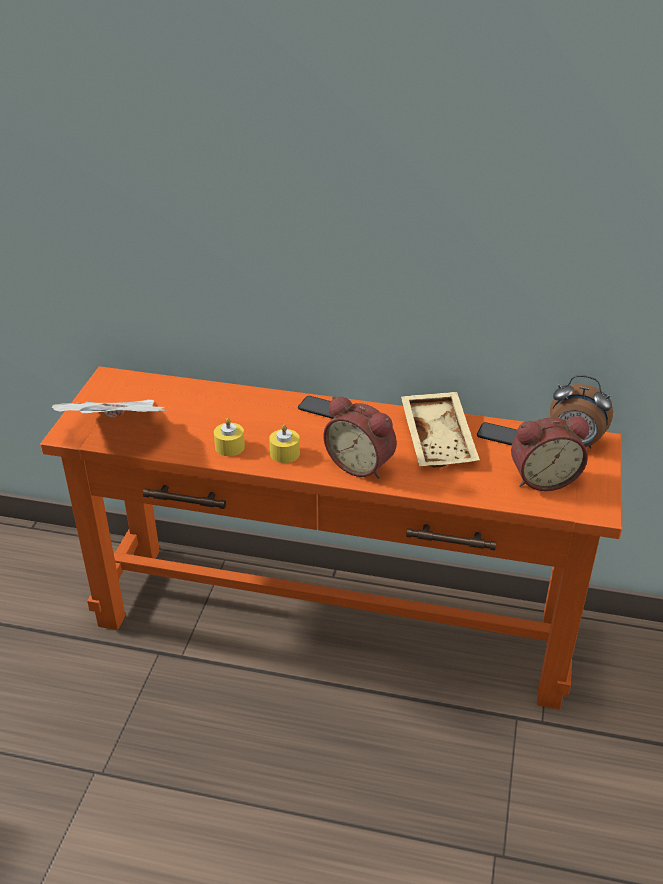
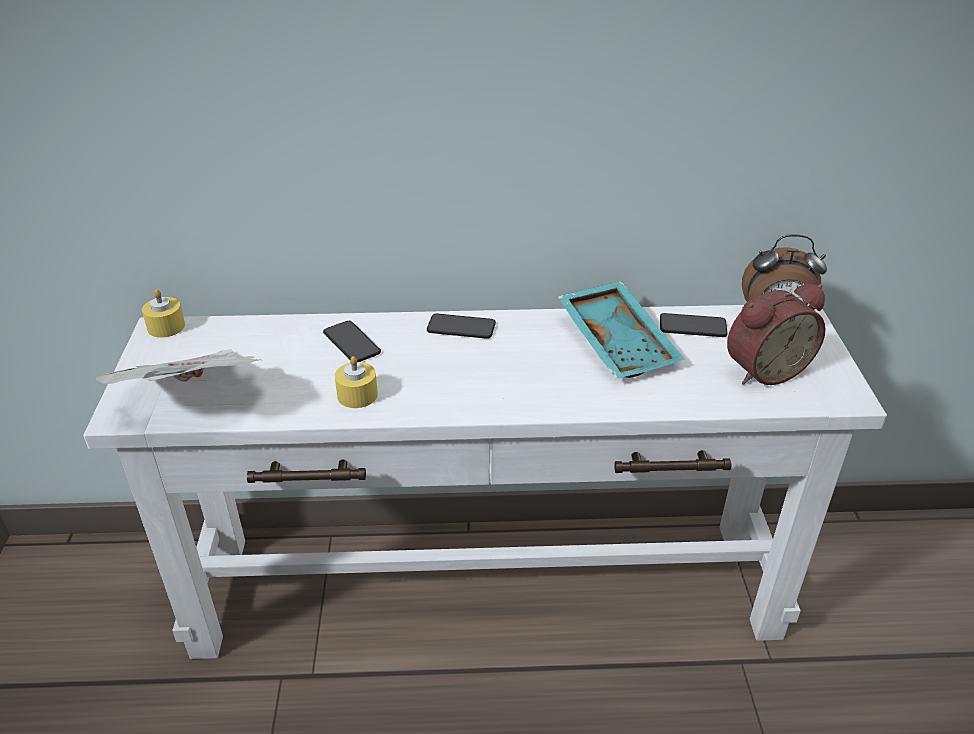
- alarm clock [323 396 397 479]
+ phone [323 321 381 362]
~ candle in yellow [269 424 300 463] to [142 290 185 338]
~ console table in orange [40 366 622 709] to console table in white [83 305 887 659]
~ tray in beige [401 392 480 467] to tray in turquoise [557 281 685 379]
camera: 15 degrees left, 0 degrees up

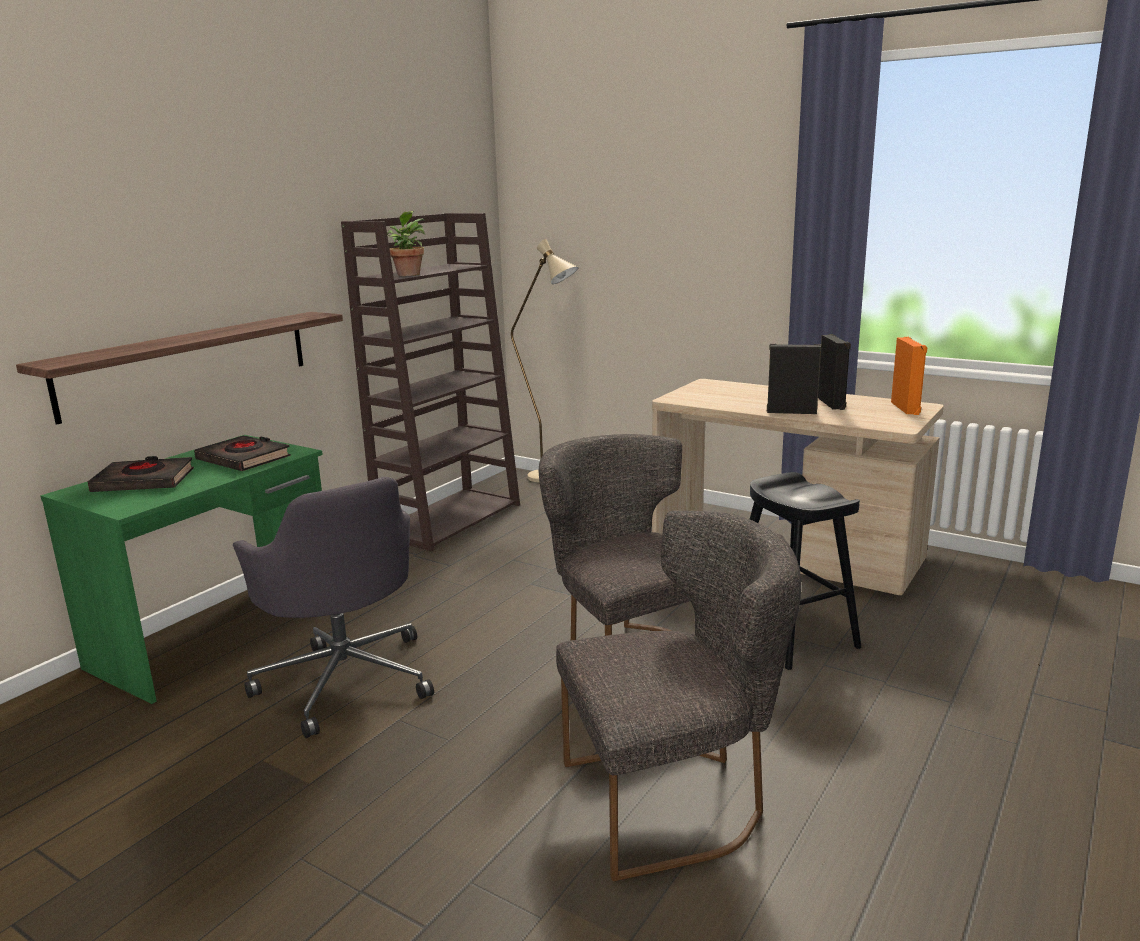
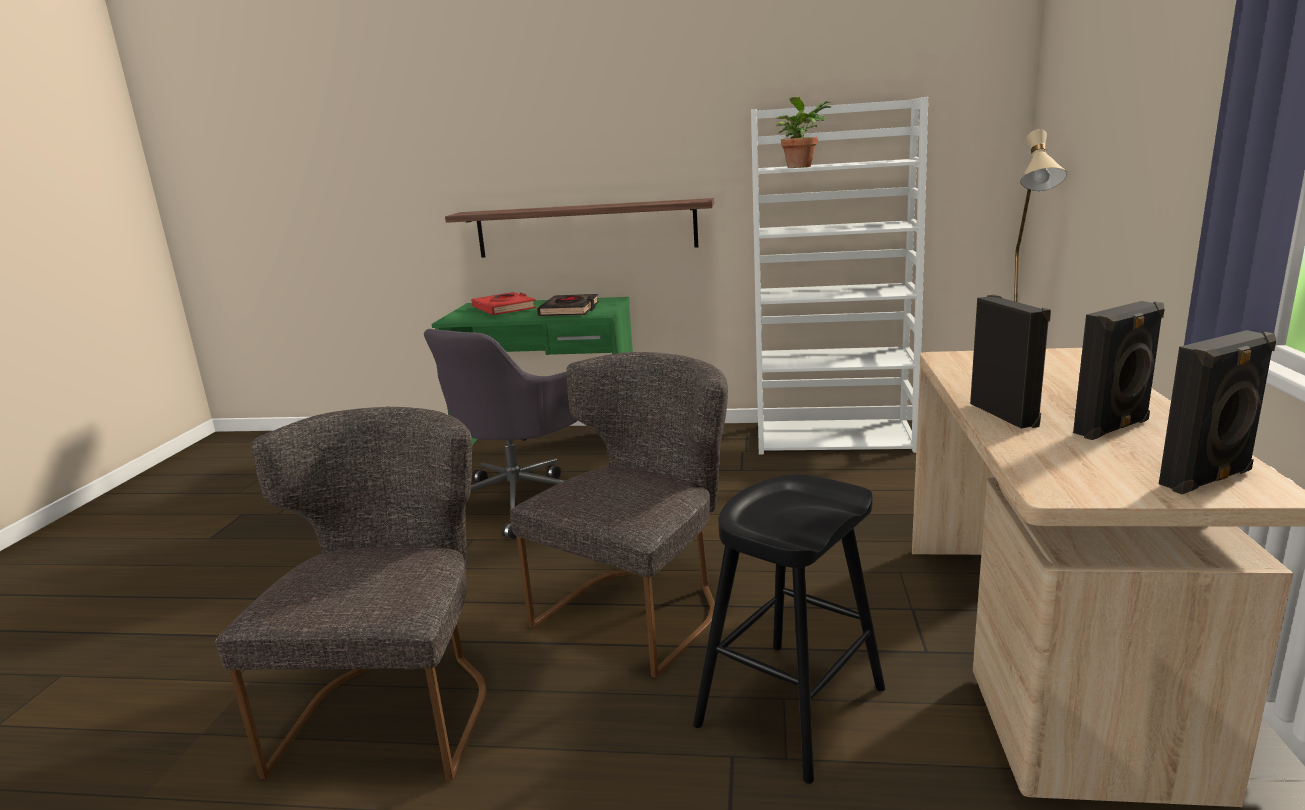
~ book in black [88 456 194 492] to book in red [472 292 536 315]
~ bookcase in brown [341 213 520 552] to bookcase in white [751 97 928 455]
~ speaker in orange [891 337 927 415] to speaker in black [1159 330 1276 494]
~ chair in grey [556 511 801 881] = [215 406 487 780] 135 degrees counterclockwise
camera: 65 degrees right, 0 degrees up

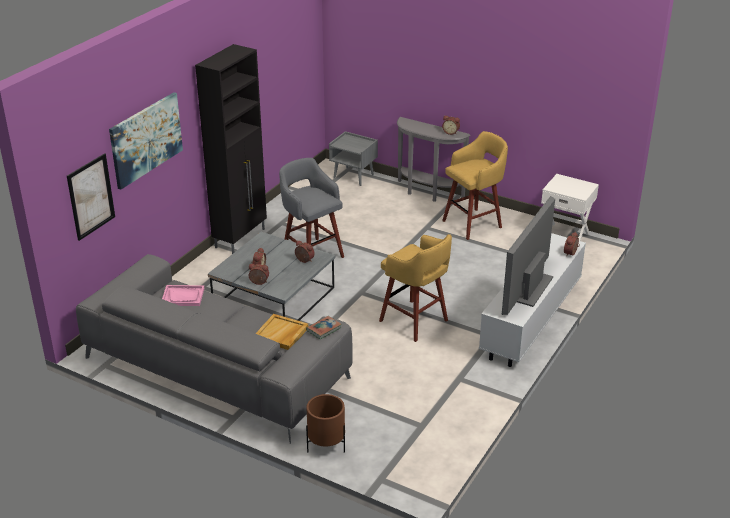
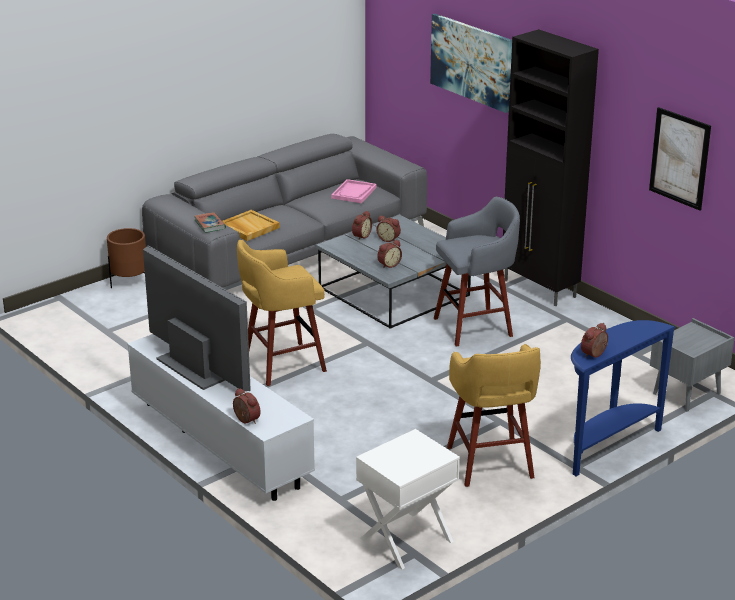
~ picture [67 153 115 241] to [649 107 711 211]
~ console table in grey [397 117 471 202] to console table in blue [571 320 675 476]
camera: 110 degrees right, 5 degrees down

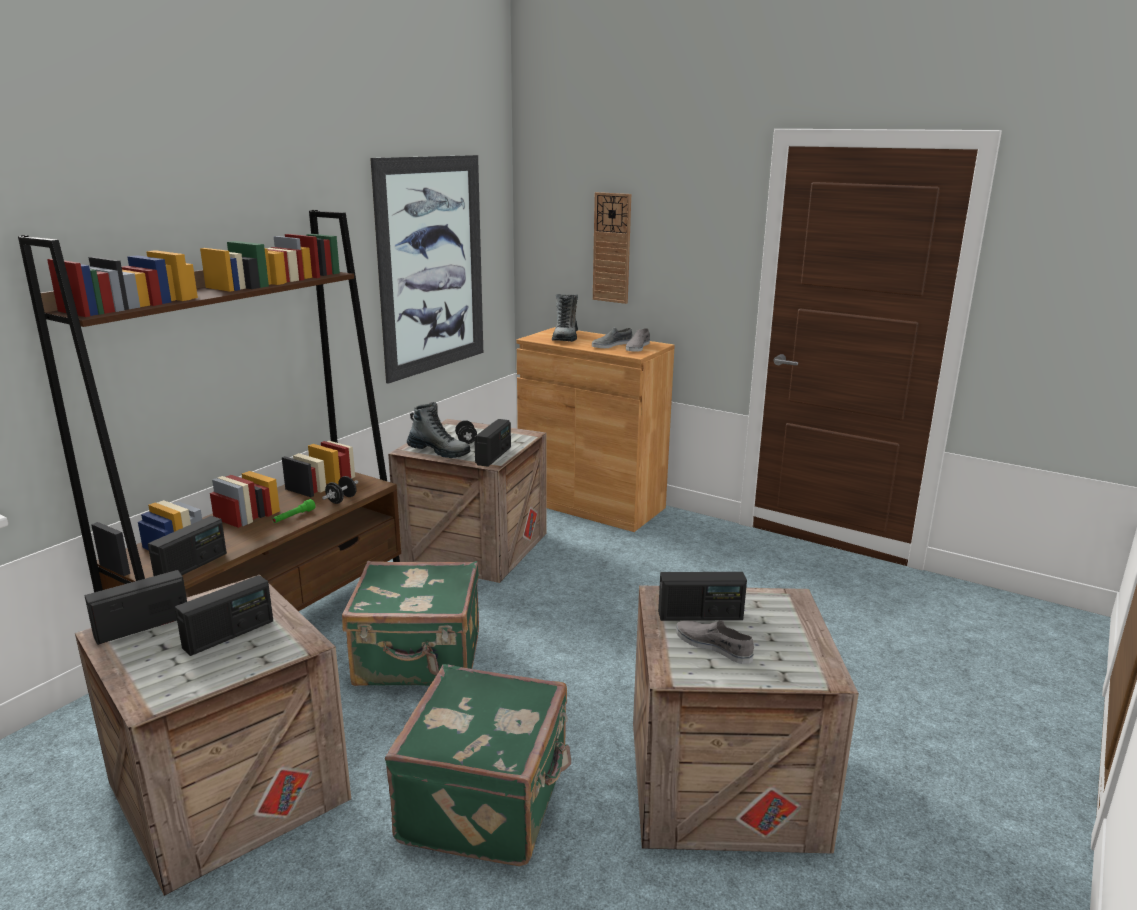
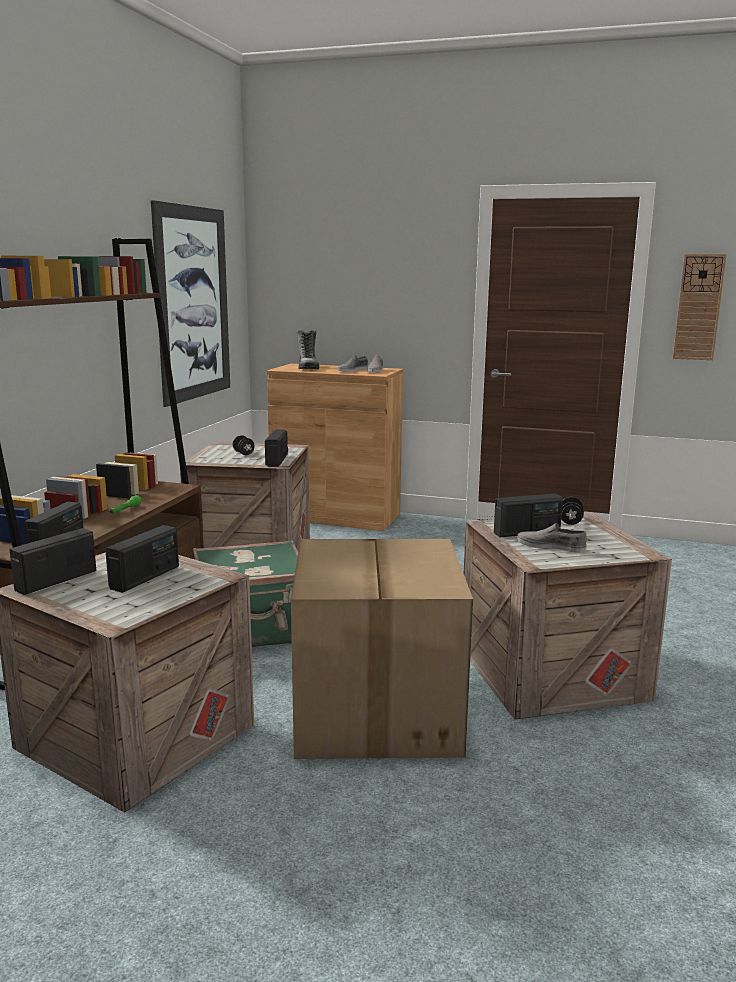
- boot [407 402 470 458]
~ dumbbell in black [322 476 358 504] to [561 497 584 525]
~ wall clock [593 192 631 304] to [673 254 727 360]
~ suitcase in green [385 664 571 866] to cardboard box [291 539 473 759]
camera: 15 degrees left, 5 degrees down

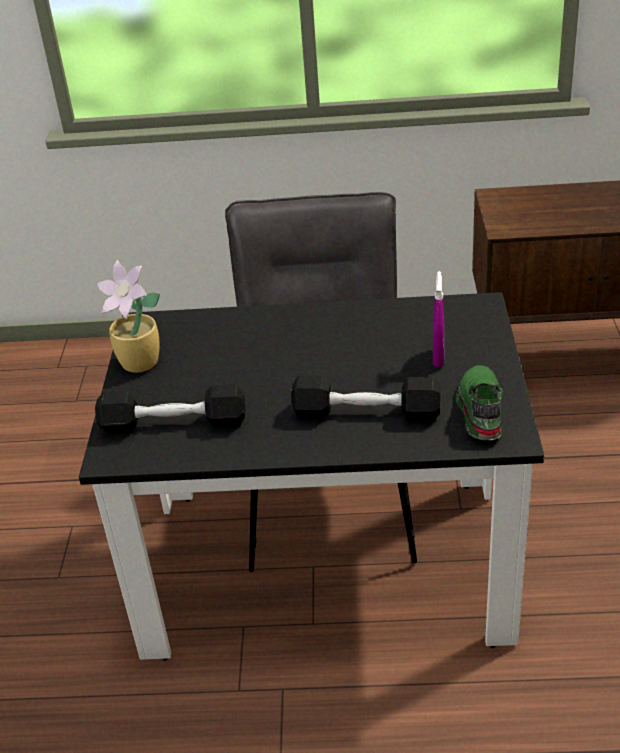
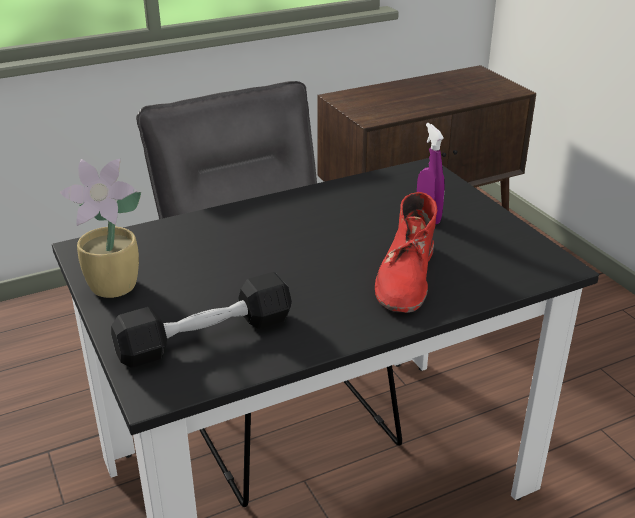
- shoe in green [456 365 503 440]
~ dumbbell in black [291 376 440 421] to boot in red [375 192 437 313]
camera: 30 degrees left, 5 degrees down

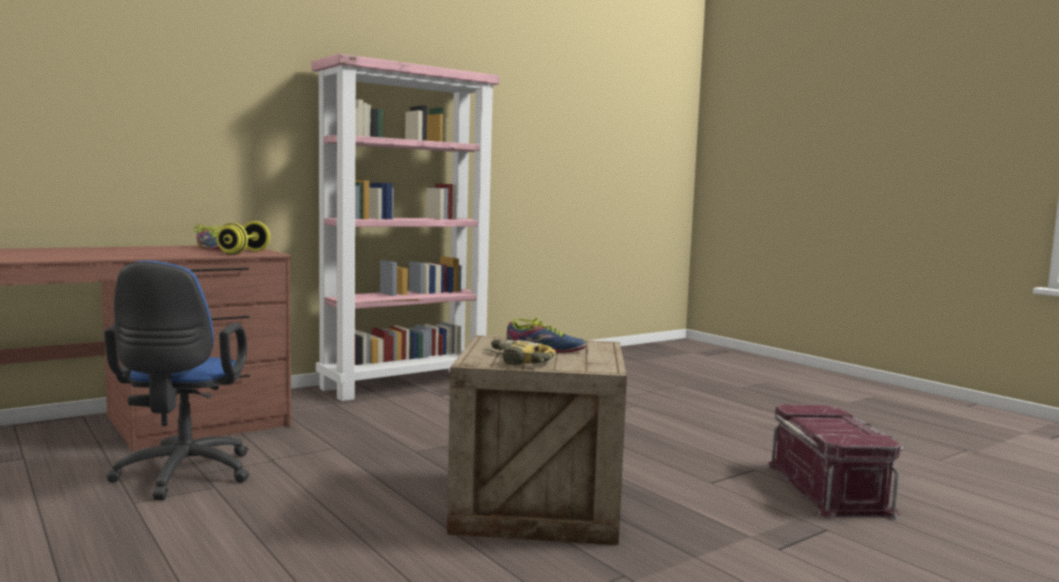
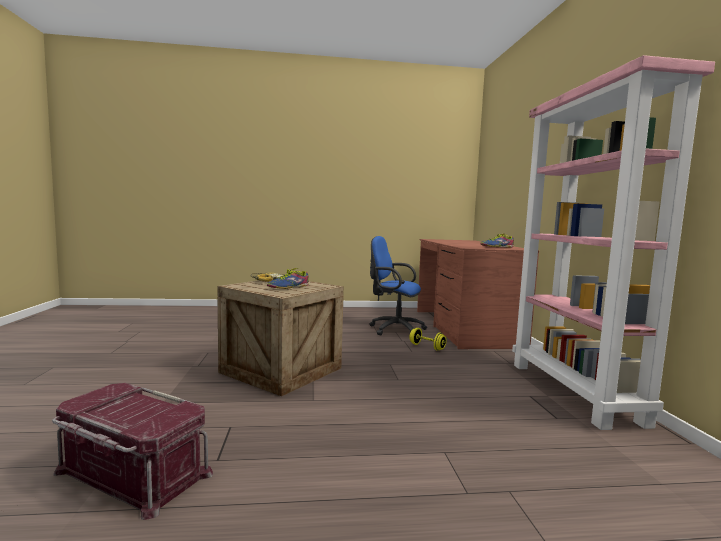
~ dumbbell in yellow [216 221 270 255] to [409 328 447 351]
camera: 120 degrees right, 0 degrees up

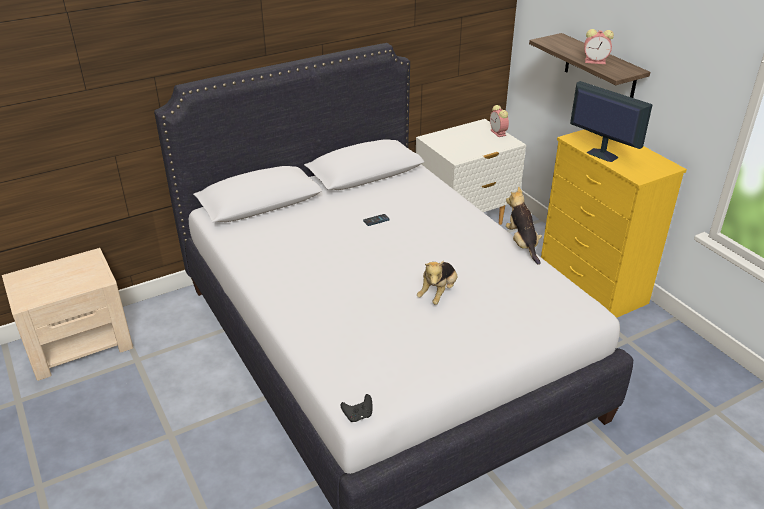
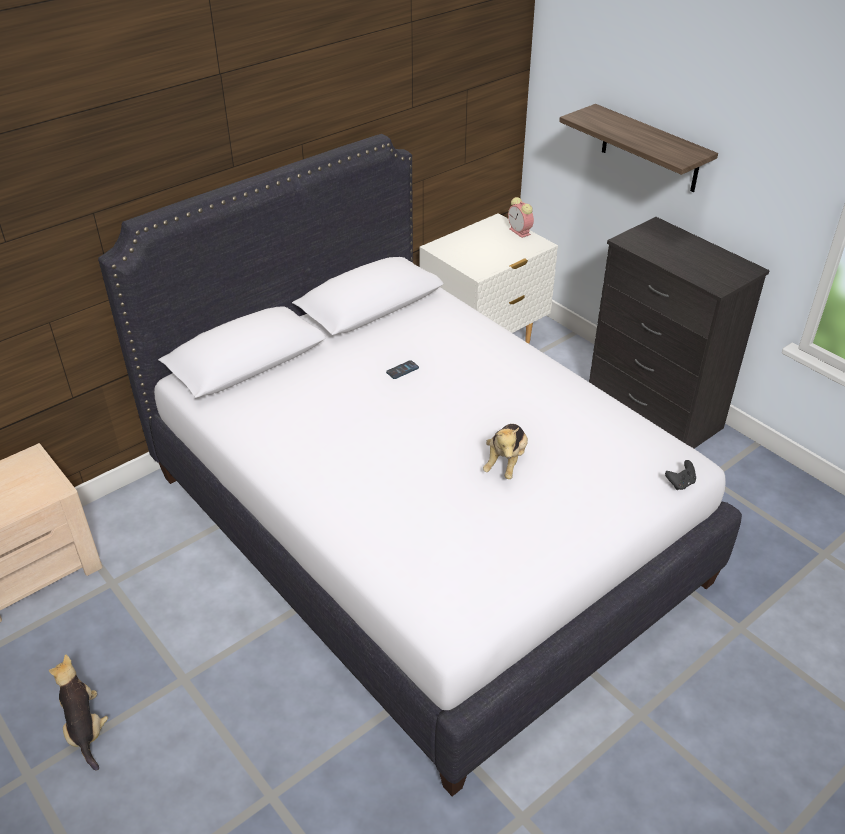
- monitor [570 81 652 162]
- alarm clock [584 29 614 64]
~ game controller in black [340 394 372 422] to [665 460 696 490]
~ plush toy [506 187 542 265] to [49 654 108 771]
~ dresser in yellow [541 129 687 318] to dresser in black [589 217 770 448]
camera: 10 degrees left, 5 degrees up

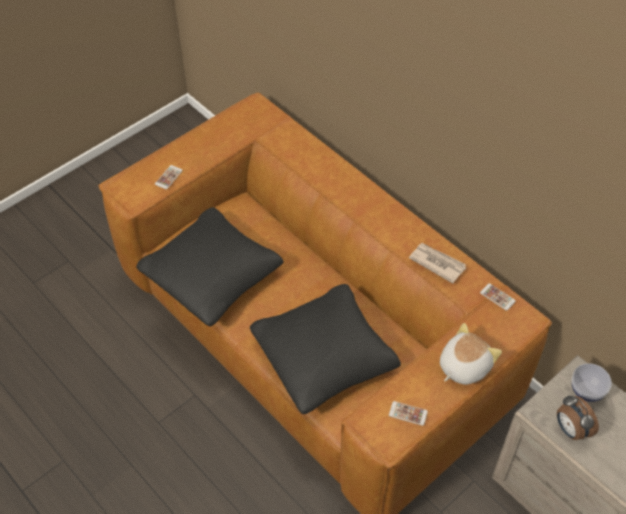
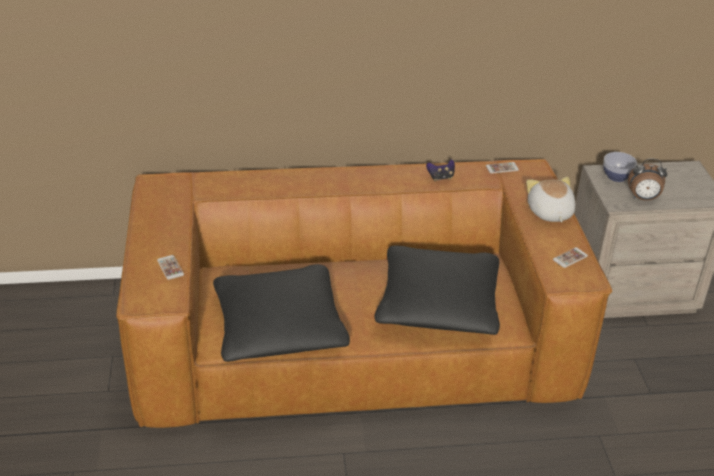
~ newspaper [409 243 466 284] to game controller [426 159 455 181]
camera: 55 degrees left, 15 degrees down

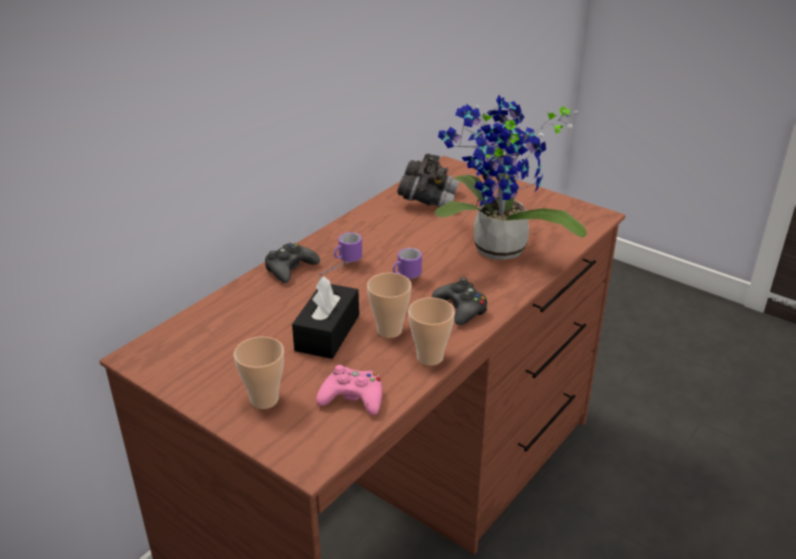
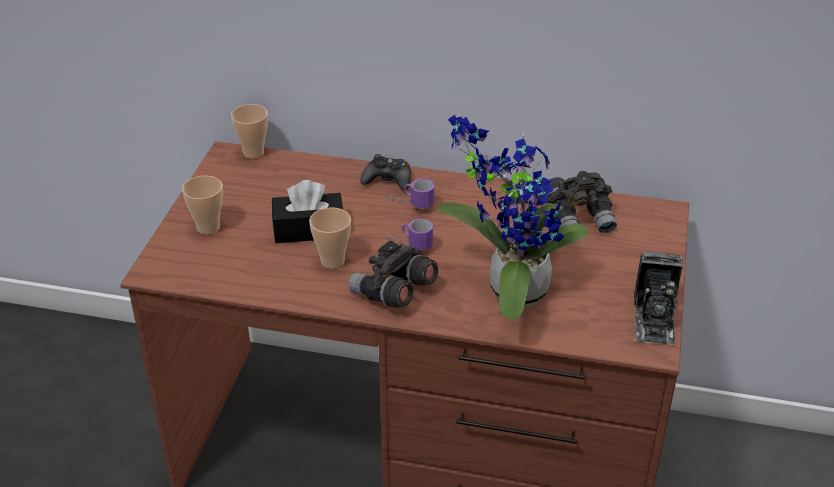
- game controller in pink [316 365 382 415]
+ photo camera [634 252 683 345]
~ cup [408 297 455 366] to [231 104 268 159]
~ game controller in black [432 277 487 325] to binoculars in grey [348 241 438 308]
camera: 65 degrees right, 5 degrees up

